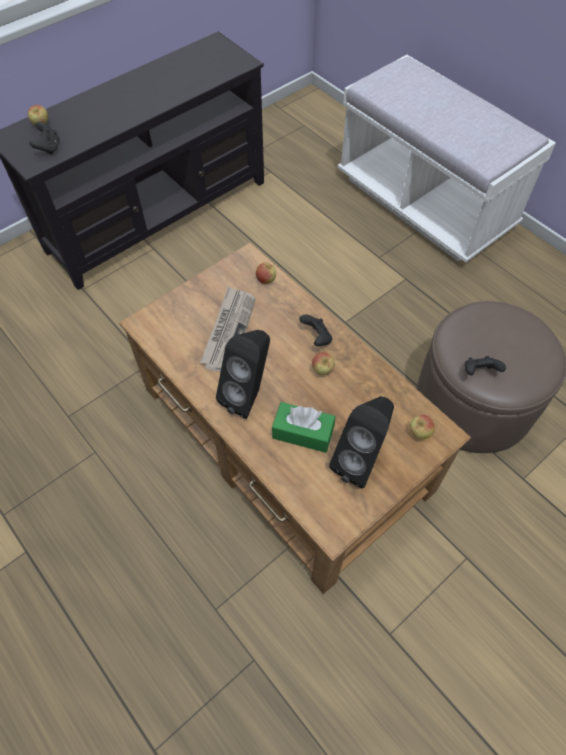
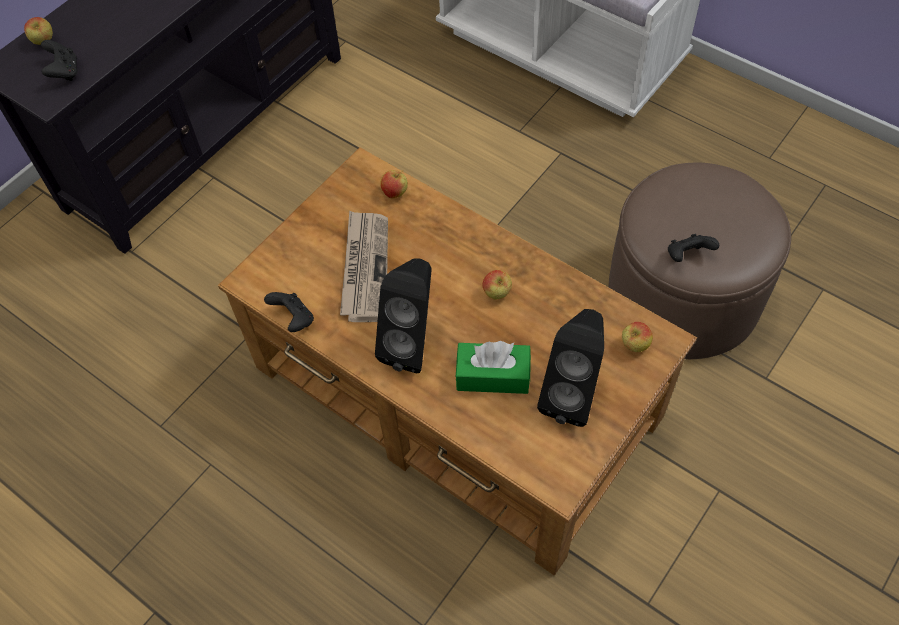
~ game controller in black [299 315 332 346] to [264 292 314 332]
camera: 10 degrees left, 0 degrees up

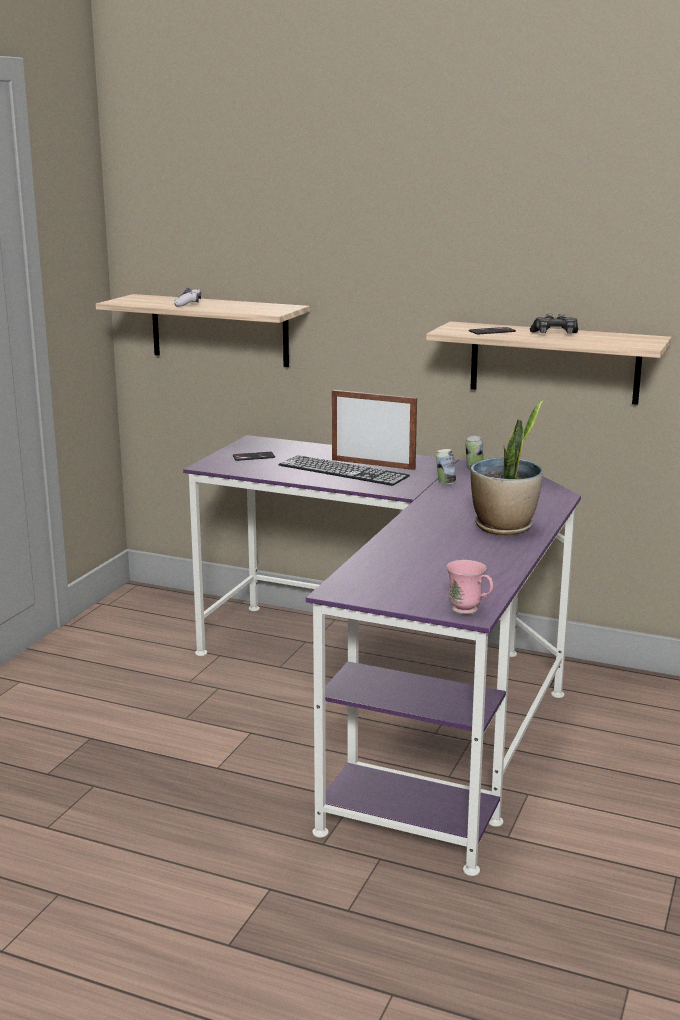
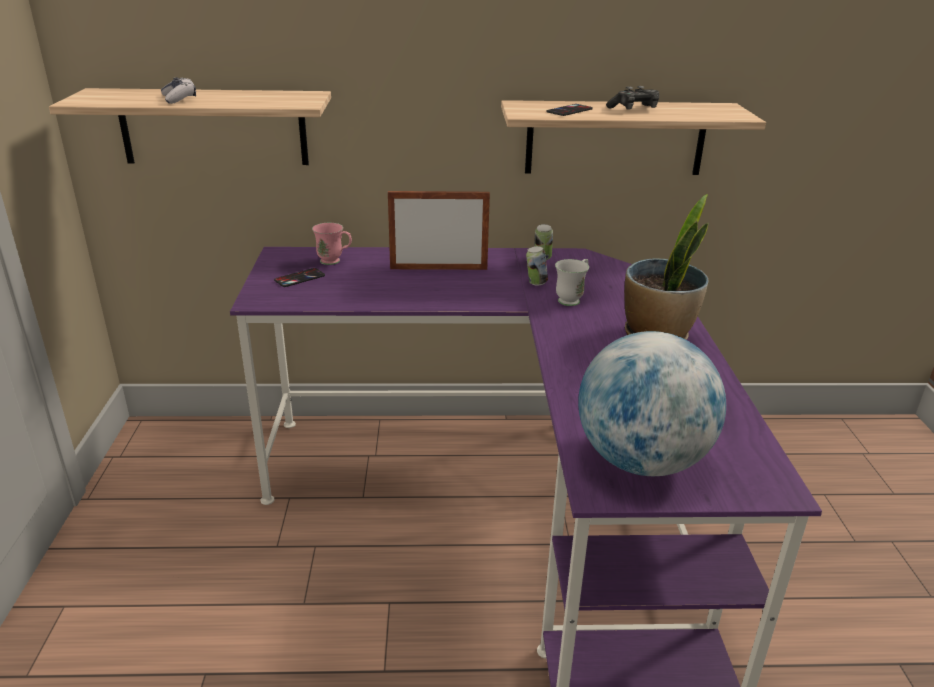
- keyboard [279 455 410 486]
+ mug in white [555 259 589 306]
+ globe [578 331 726 476]
~ mug in pink [446 560 493 615] to [312 223 352 265]
camera: 25 degrees left, 10 degrees up

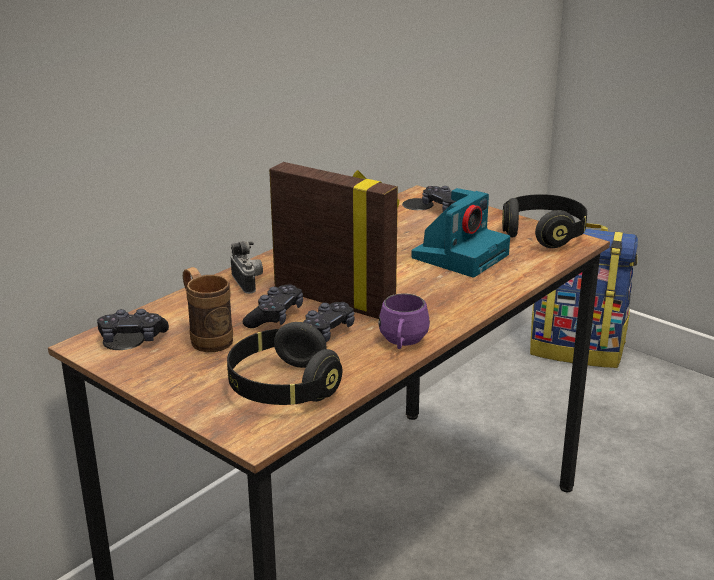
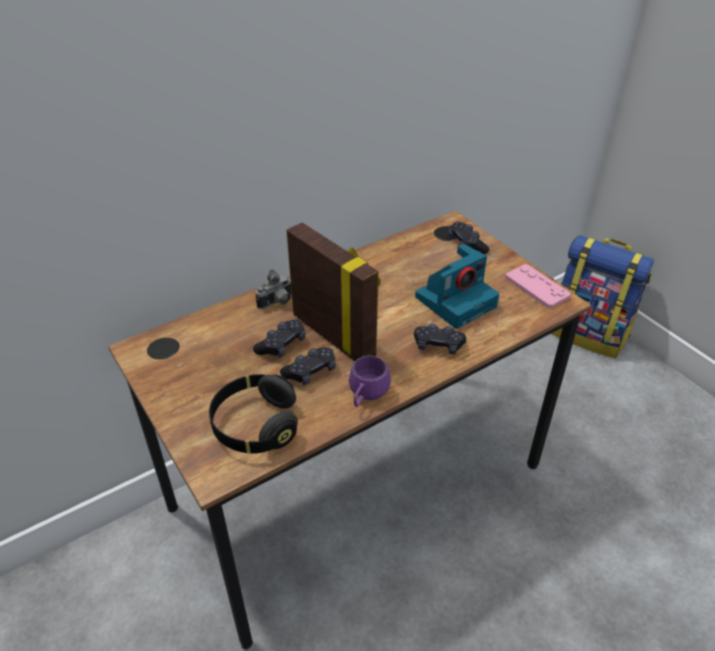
- mug in brown [183 267 233 352]
~ game controller in black [97 309 169 343] to [414 324 466 354]
~ headphones in black [502 194 587 248] to game controller in pink [505 264 571 309]
~ photo camera [230 241 263 294] = [255 269 292 309] 60 degrees clockwise
camera: 15 degrees right, 15 degrees up

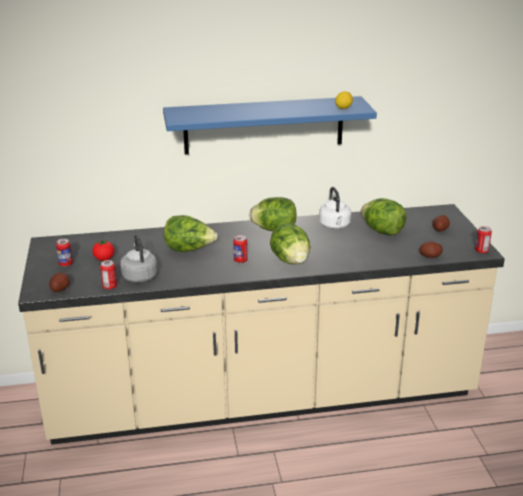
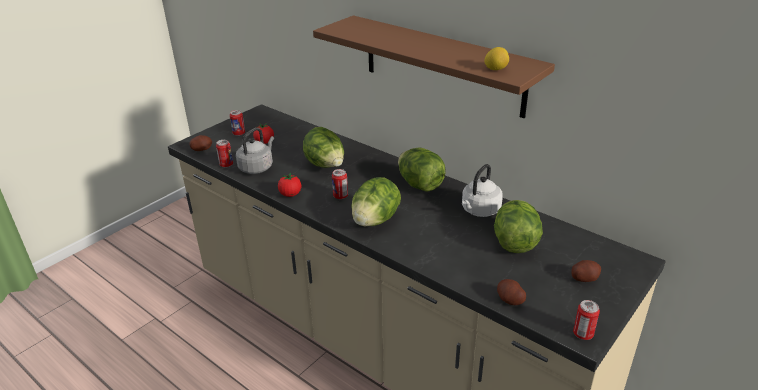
+ tomato [278 173 301 197]
~ shelf in blue [163 96 377 155] to shelf in brown [313 15 555 118]
camera: 50 degrees right, 5 degrees up

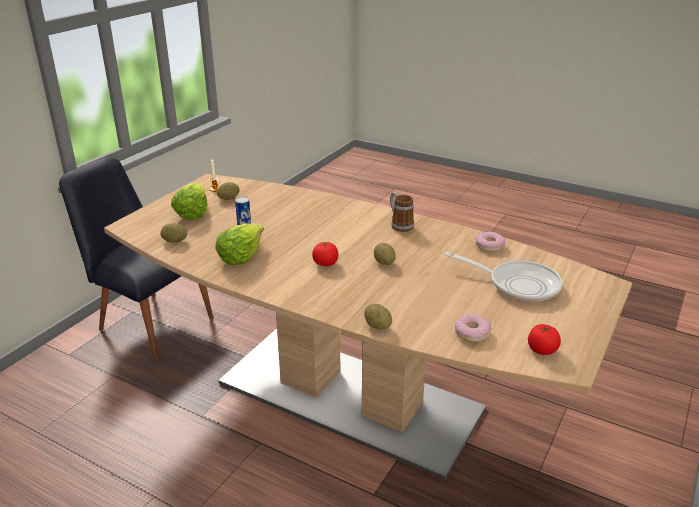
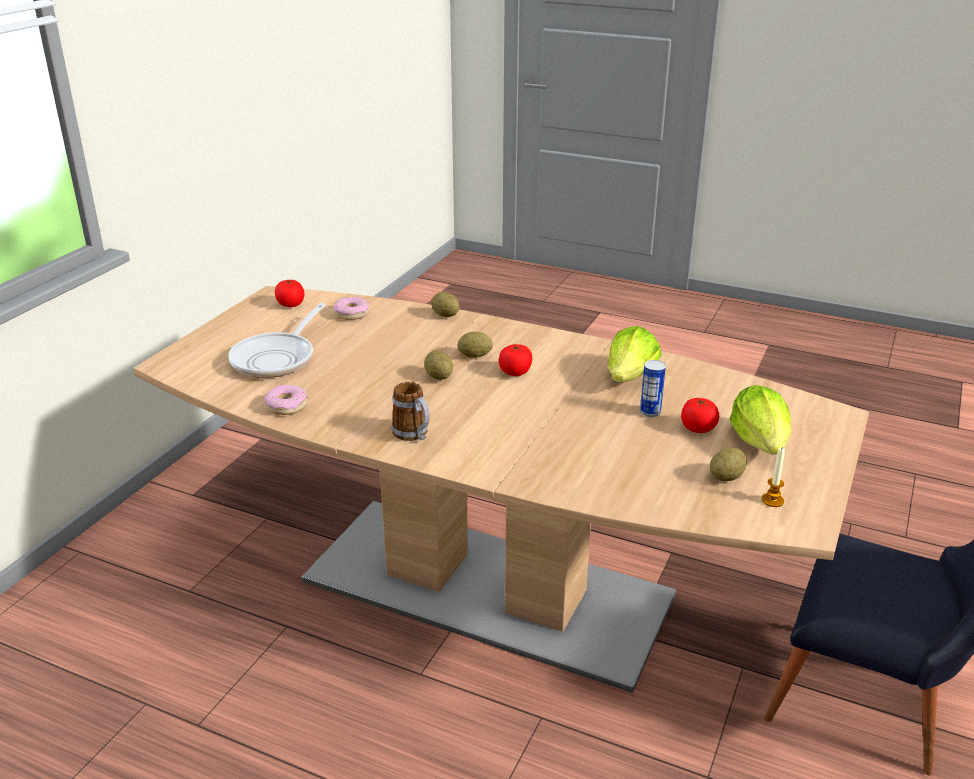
+ tomato [681 397 719 433]
~ potato [160 223 187 243] to [457 332 493 358]
~ frying pan [445 252 563 302] = [228 303 326 378] 90 degrees counterclockwise
camera: 175 degrees right, 0 degrees up

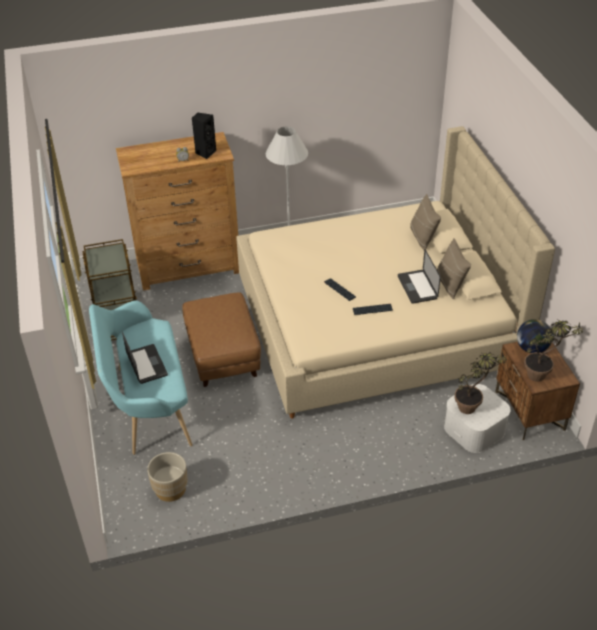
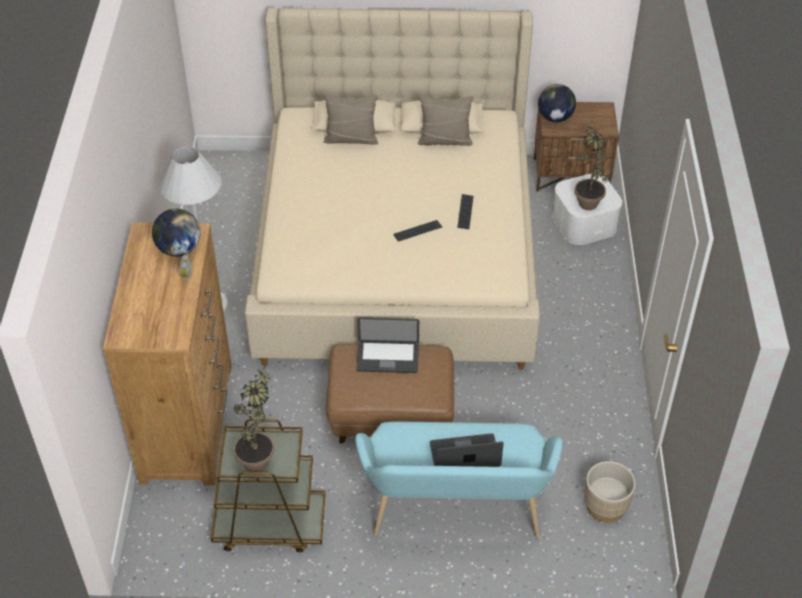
~ laptop [398 249 441 304] to [356 318 419 373]
~ potted plant [524 320 589 382] to [234 362 274 472]
~ speaker in black [192 113 216 159] to globe [152 209 201 257]
camera: 75 degrees left, 5 degrees up

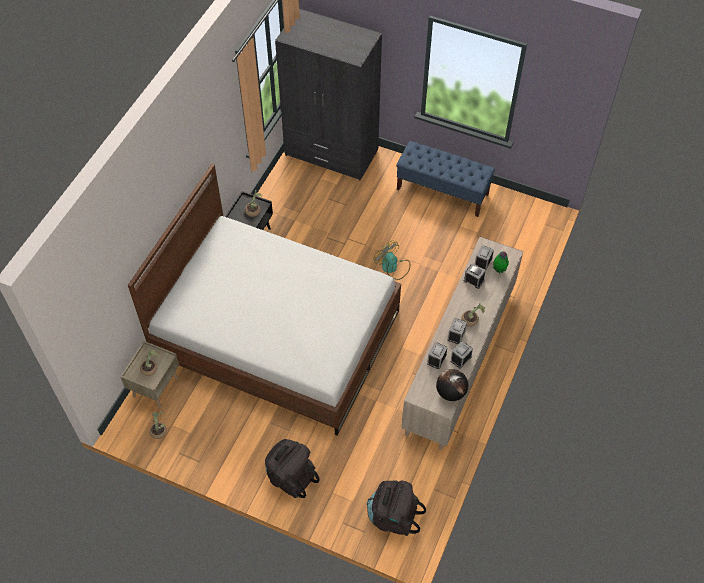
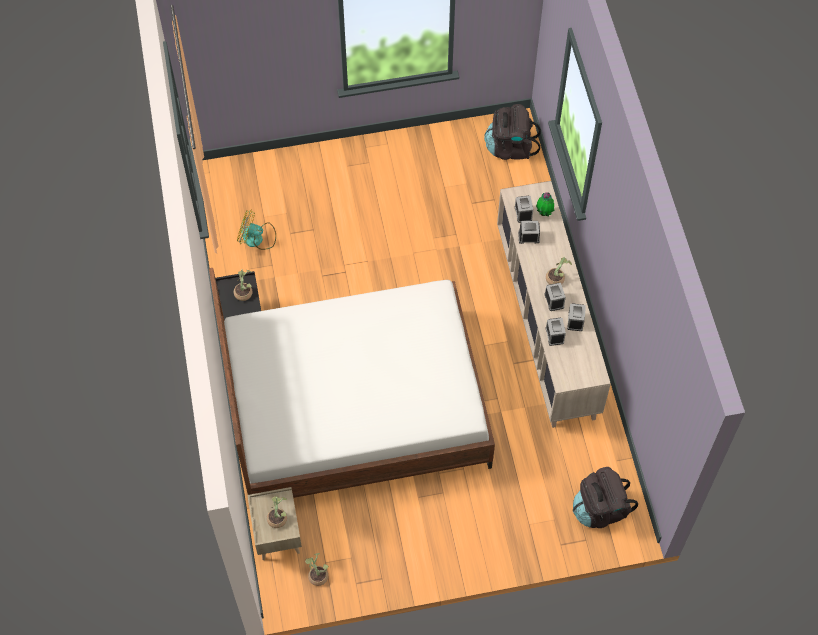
- wardrobe in grey [275 9 382 181]
- bench in blue [396 141 495 217]
- globe [436 369 468 401]
~ backpack in black [265 439 320 498] to [484 104 541 160]
~ fan [373 240 410 280] to [237 209 276 250]
camera: 35 degrees left, 5 degrees up

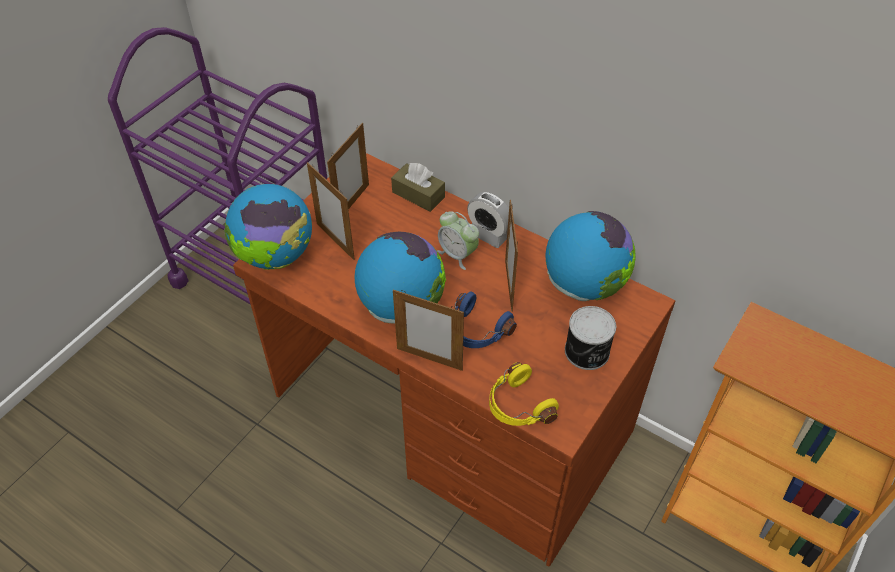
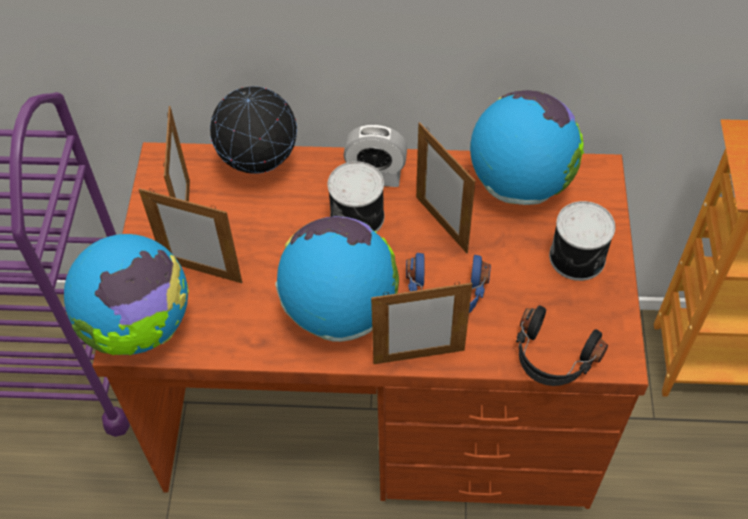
~ tissue box in brown [391 163 445 212] to globe [210 86 297 174]
~ alarm clock [437 211 479 270] to can [328 161 384 231]
~ headphones in yellow [489 362 559 426] to headphones in black [516 305 608 386]
camera: 30 degrees left, 5 degrees up

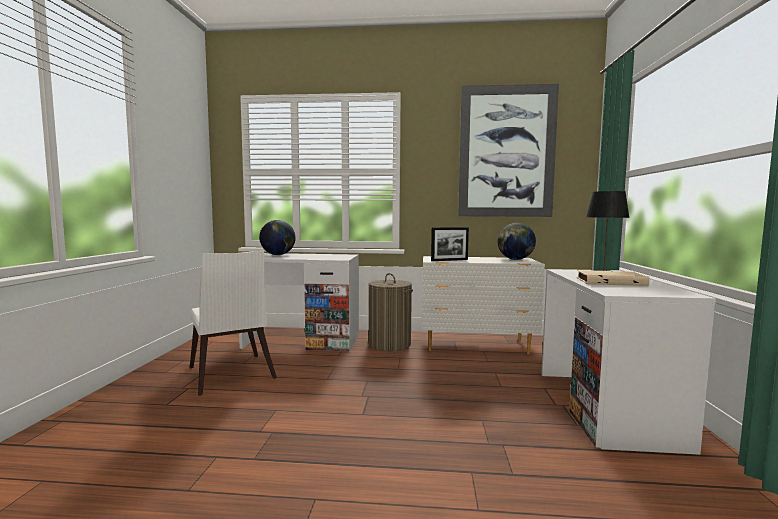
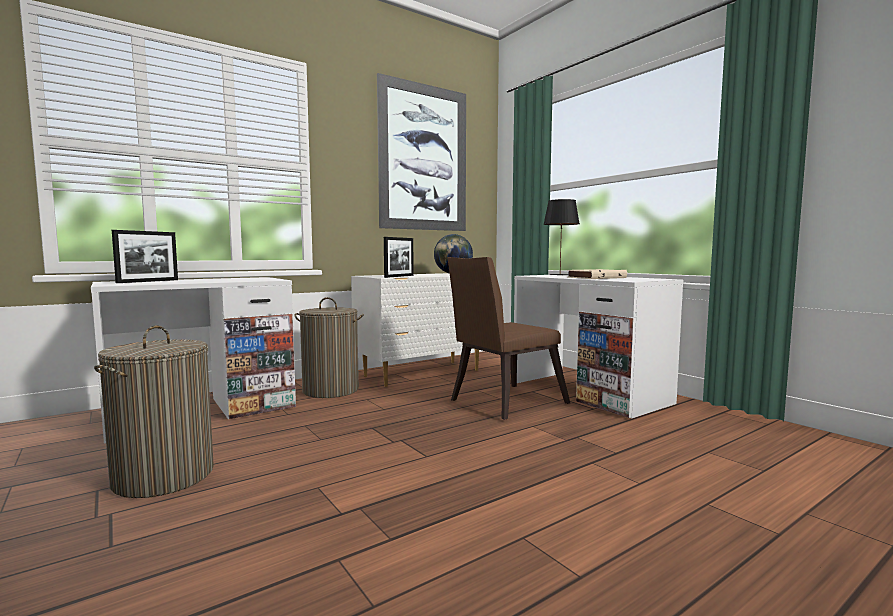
+ chair in brown [447 257 570 420]
~ chair in white [190 251 277 396] to laundry basket [94 326 214 498]
~ globe [259 220 296 255] to picture frame [112 230 178 283]
camera: 40 degrees left, 0 degrees up

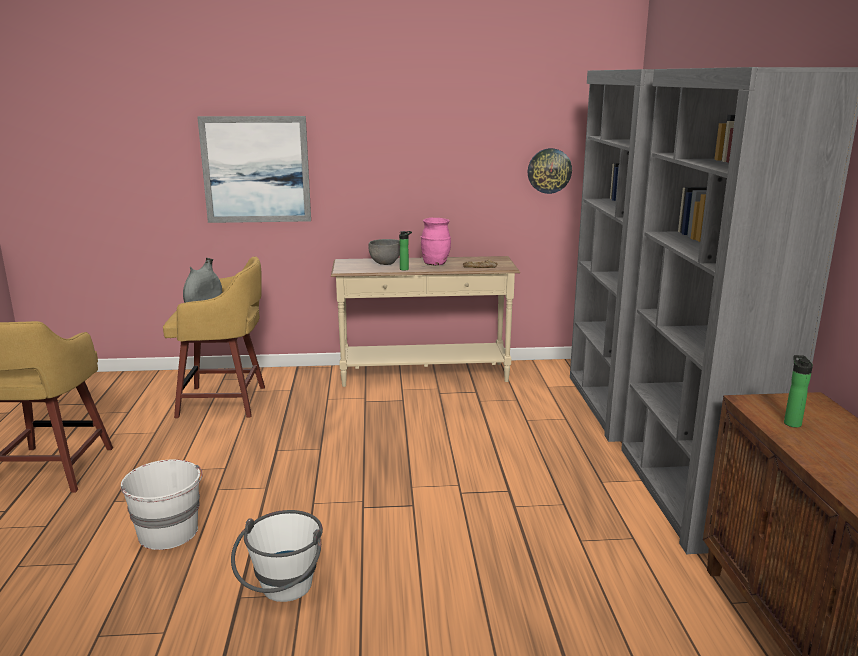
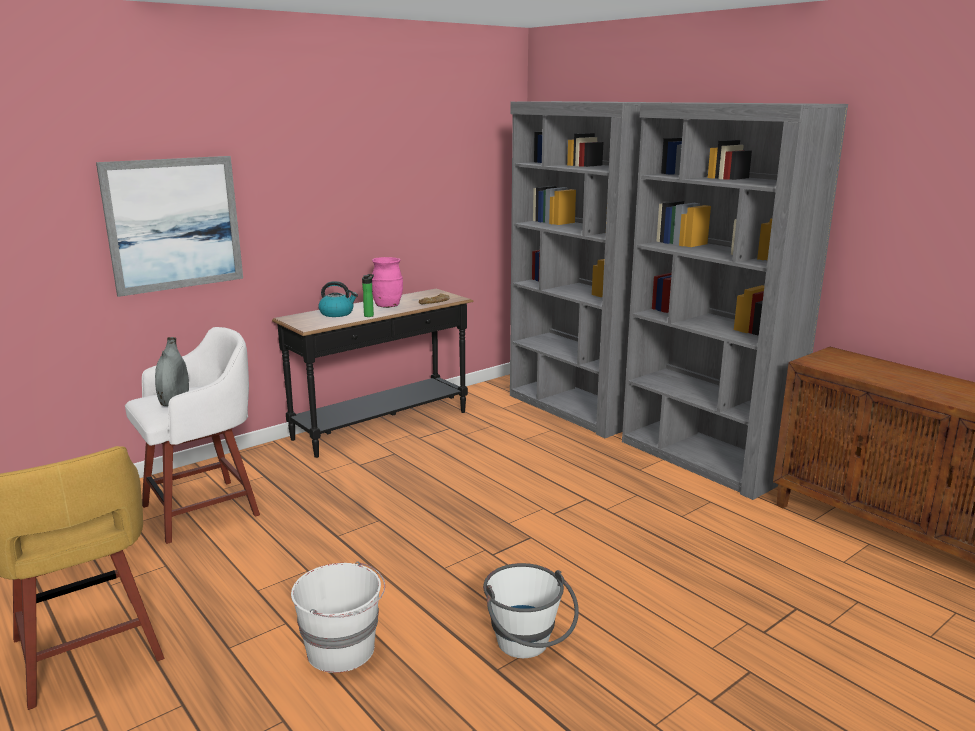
- wall clock [528 148 572 194]
- bottle [784 355 813 428]
~ bowl in grey [368 239 400 265] to kettle [318 281 358 317]
~ stool in yellow [163 256 265 418] to stool in white [125 327 260 544]
~ console table in beige [331 256 520 387] to console table in black [272 289 474 458]
camera: 35 degrees left, 0 degrees up

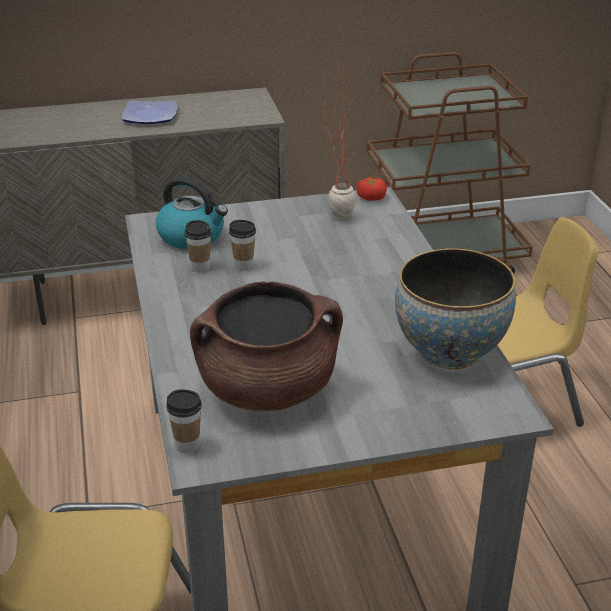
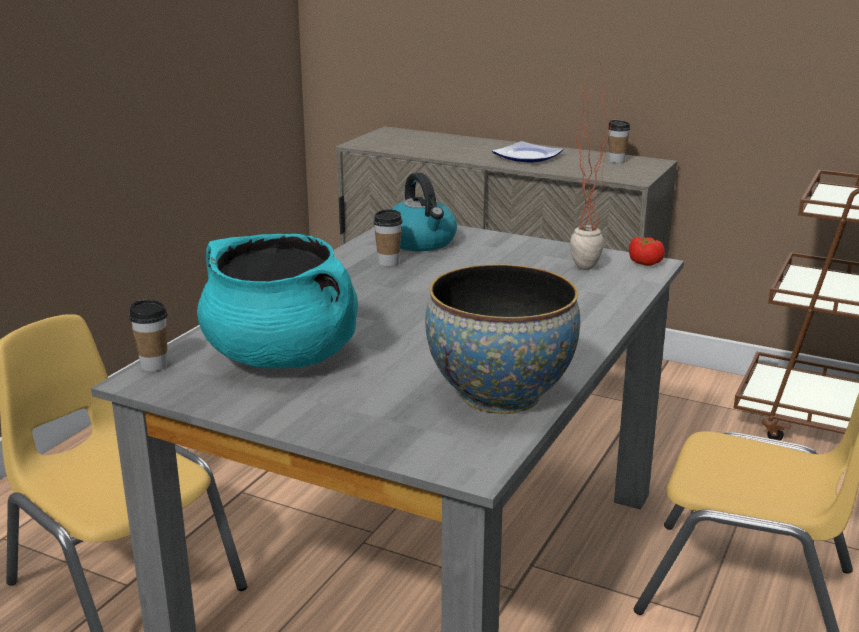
~ cup [229 220 256 271] to [608 120 630 163]
~ cooking pot in brown [190 281 343 411] to cooking pot in turquoise [197 234 358 368]
camera: 40 degrees right, 10 degrees down

